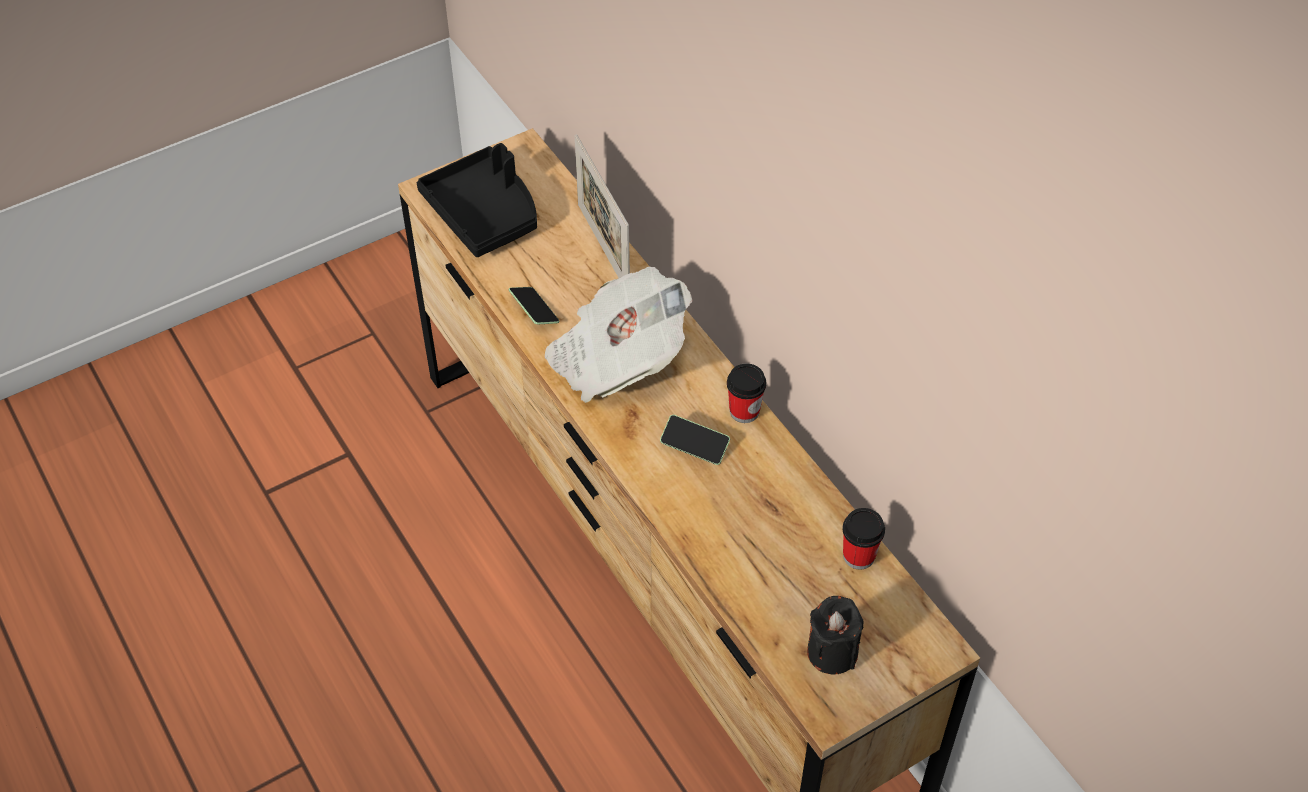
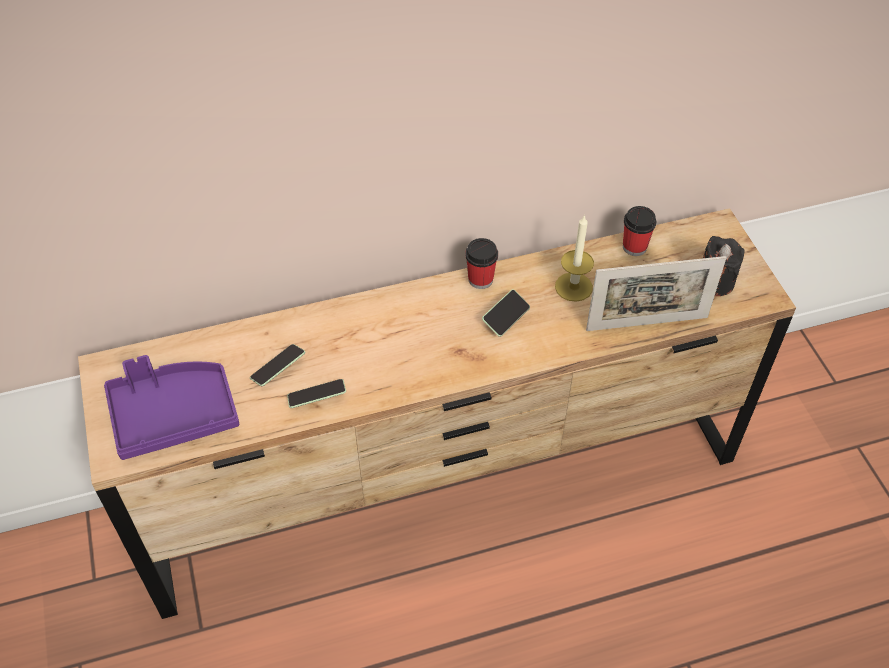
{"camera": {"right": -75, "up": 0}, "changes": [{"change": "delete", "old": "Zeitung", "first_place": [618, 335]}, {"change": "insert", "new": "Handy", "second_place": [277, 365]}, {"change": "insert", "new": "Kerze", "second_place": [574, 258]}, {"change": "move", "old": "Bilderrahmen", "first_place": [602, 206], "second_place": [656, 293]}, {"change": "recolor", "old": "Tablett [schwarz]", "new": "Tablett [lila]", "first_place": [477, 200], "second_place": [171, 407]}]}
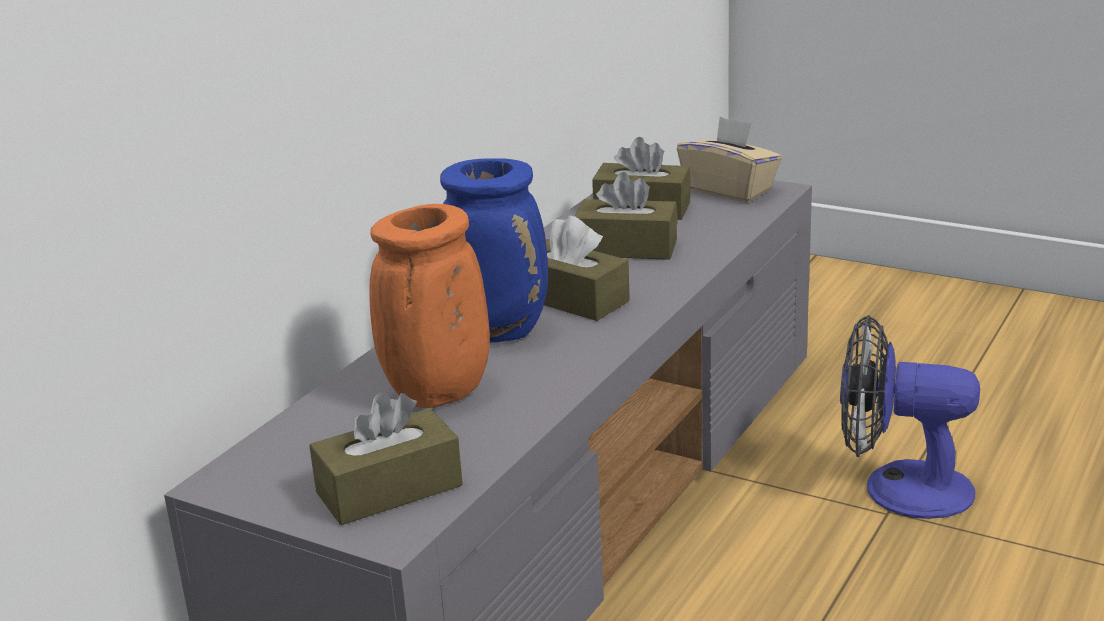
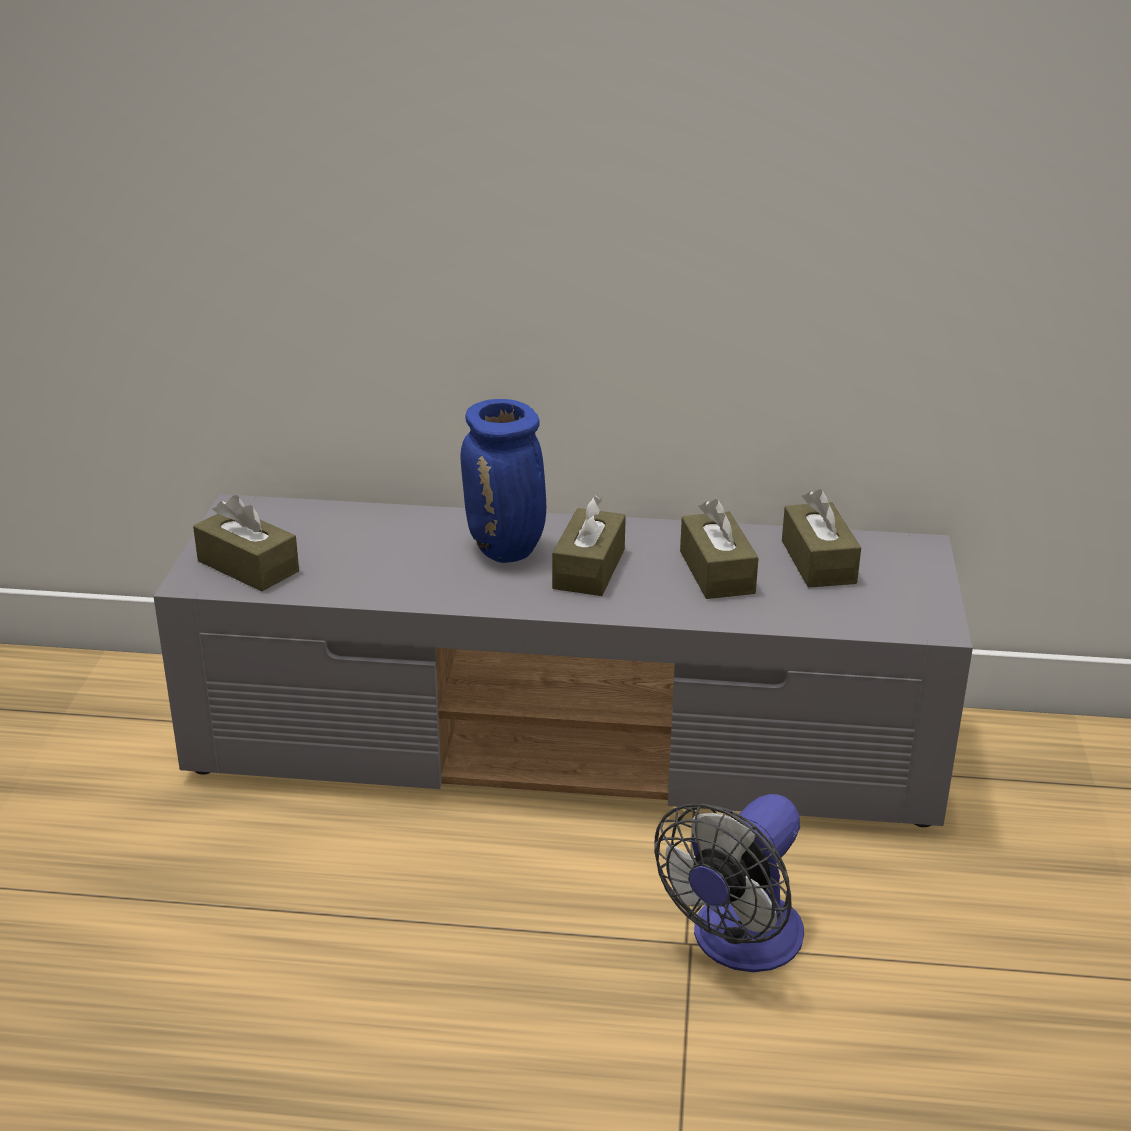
{"camera": {"right": 65, "up": 5}, "changes": [{"change": "delete", "old": "Vase [orange]", "first_place": [429, 306]}, {"change": "delete", "old": "Taschentuchbox [beige]", "first_place": [729, 159]}, {"change": "rotate", "old": "Ventilator", "first_place": [910, 417], "second_place": [729, 883], "degrees": -135}]}
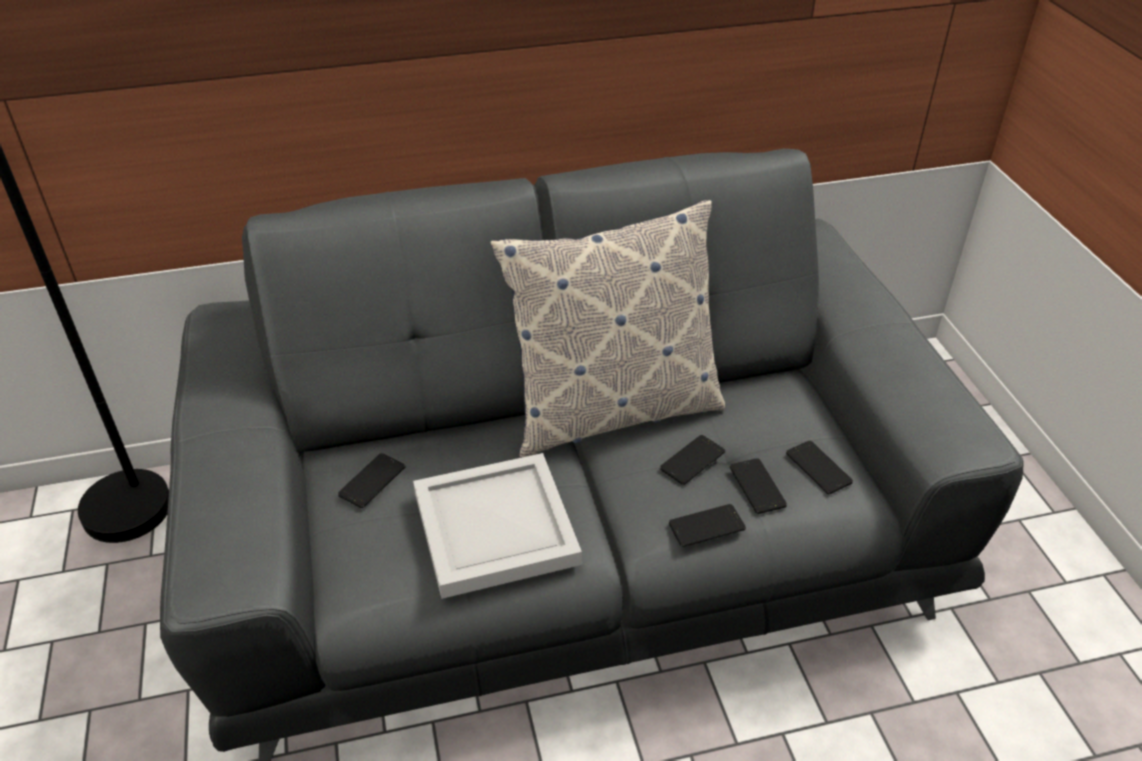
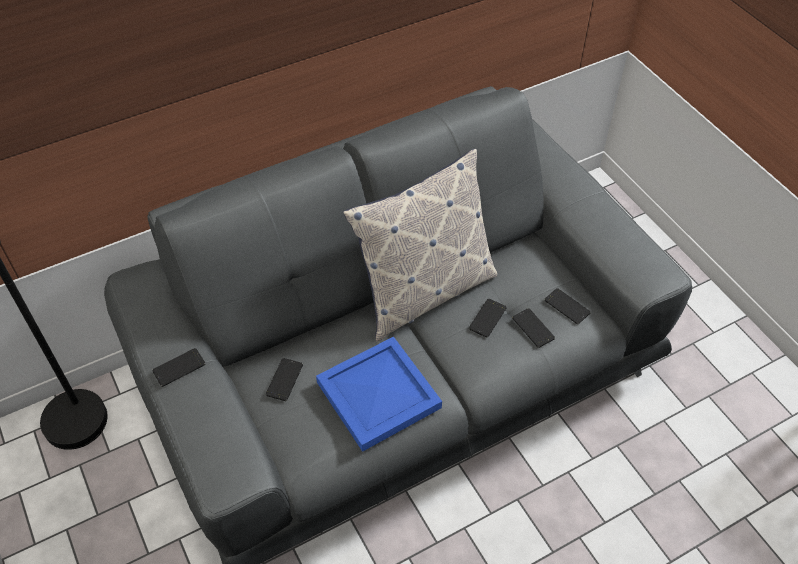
{"camera": {"right": -15, "up": 10}, "changes": [{"change": "move", "old": "Handy", "first_place": [707, 525], "second_place": [179, 367]}, {"change": "recolor", "old": "Tablett [weiß]", "new": "Tablett [blau]", "first_place": [497, 526], "second_place": [379, 394]}]}
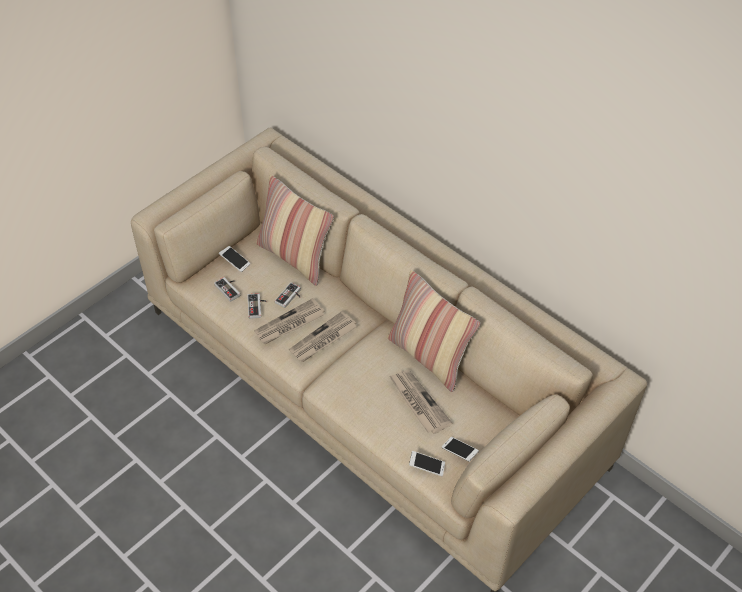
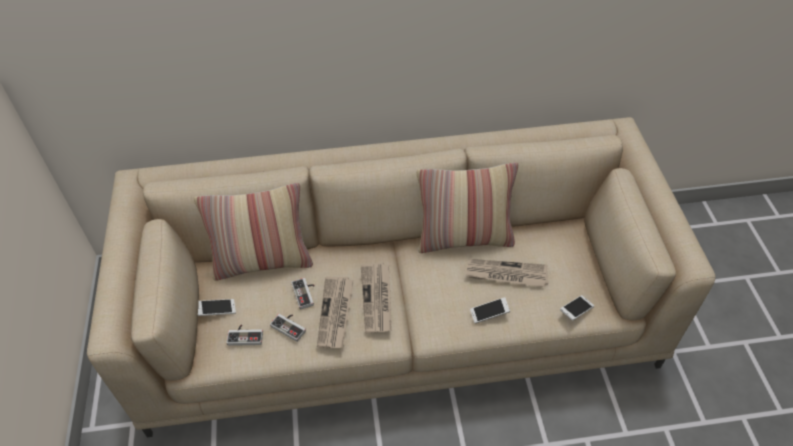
{"camera": {"right": -50, "up": 0}, "changes": [{"change": "move", "old": "Handy", "first_place": [460, 449], "second_place": [490, 310]}]}
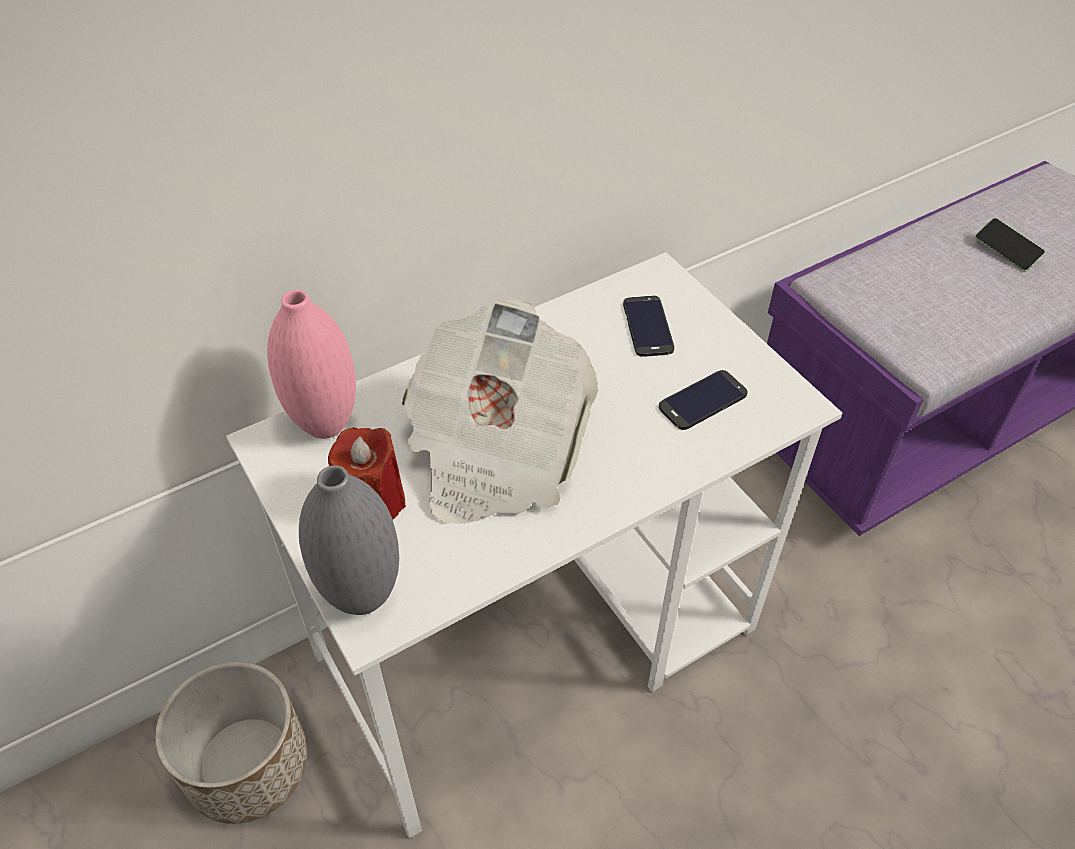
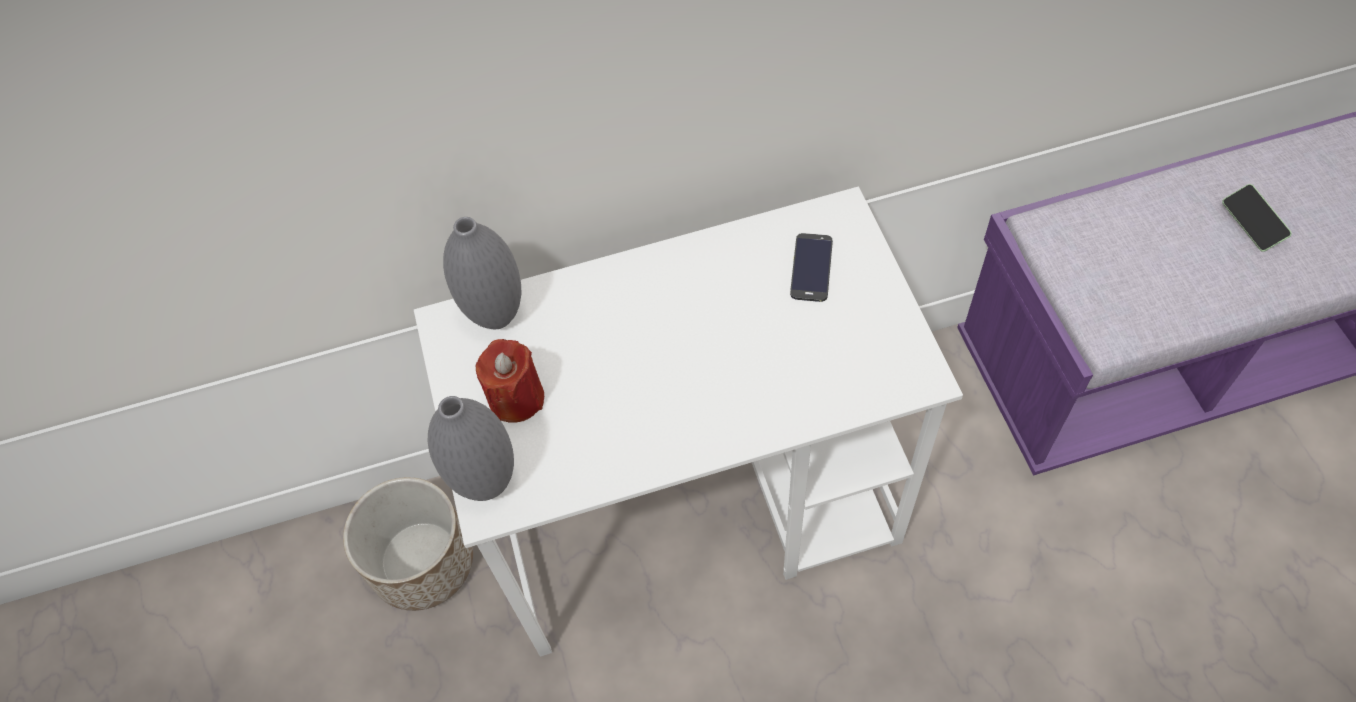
{"camera": {"right": 20, "up": 10}, "changes": [{"change": "delete", "old": "Zeitung", "first_place": [500, 411]}, {"change": "delete", "old": "Handy", "first_place": [703, 400]}, {"change": "recolor", "old": "Vase [rosa]", "new": "Vase [grau]", "first_place": [311, 364], "second_place": [482, 273]}]}
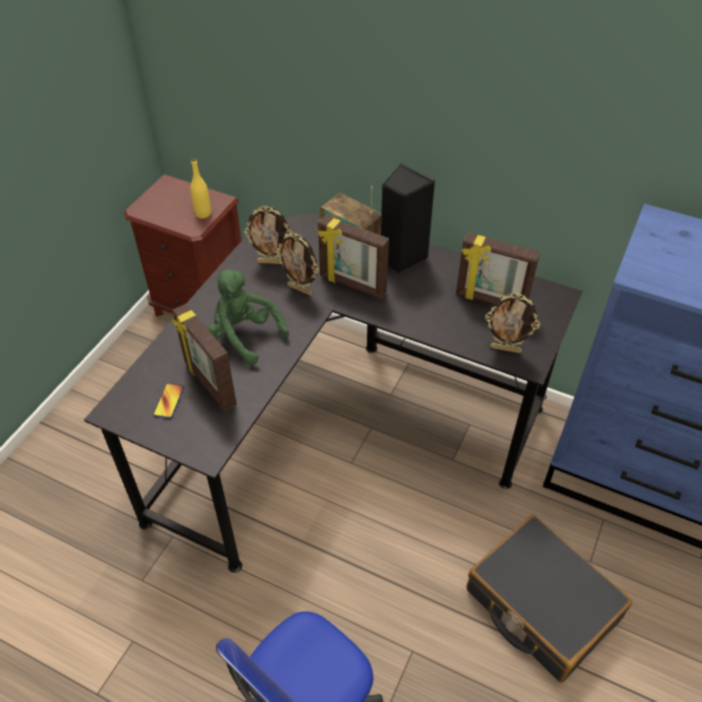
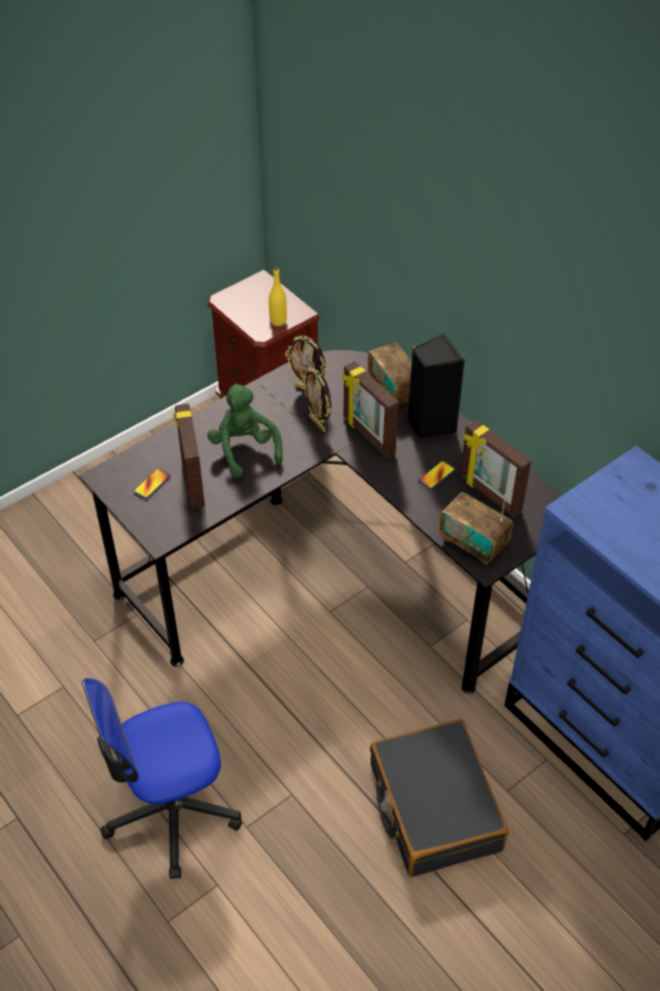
{"camera": {"right": 25, "up": 0}, "changes": [{"change": "insert", "new": "Handy", "second_place": [436, 475]}, {"change": "replace", "old": "Bilderrahmen", "new": "Radio", "first_place": [512, 323], "second_place": [476, 528]}]}
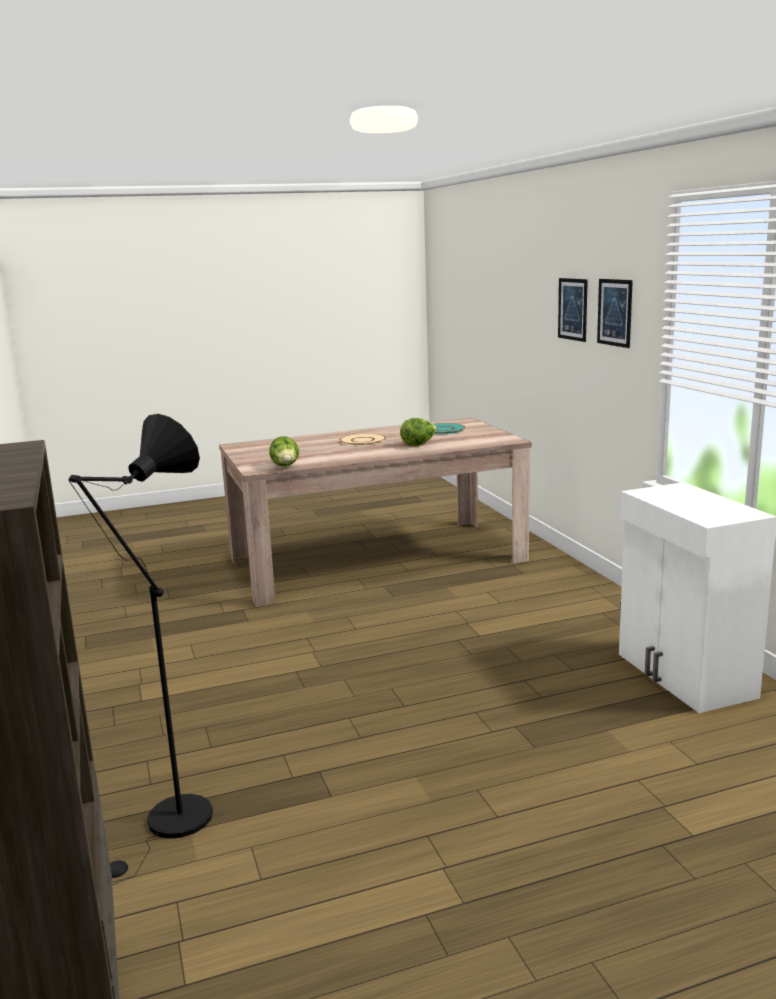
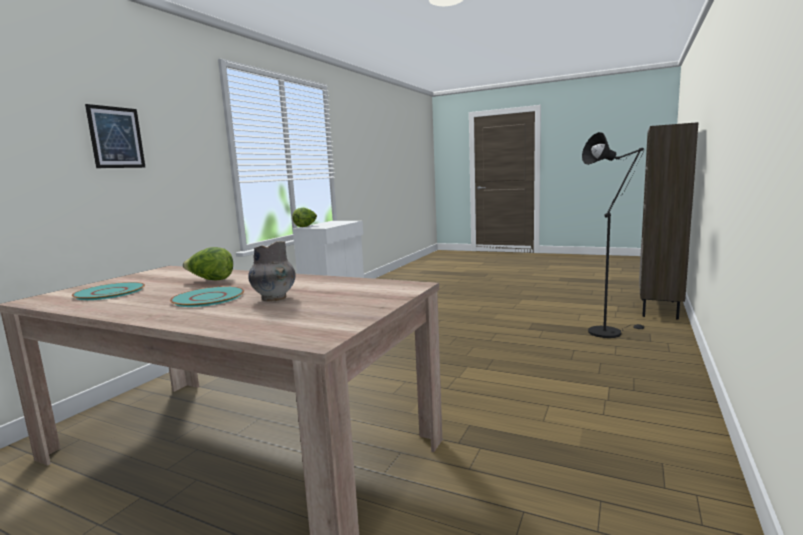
{"camera": {"right": -135, "up": -5}, "changes": [{"change": "delete", "old": "Bild", "first_place": [615, 313]}, {"change": "insert", "new": "Vase [grau]", "second_place": [272, 271]}, {"change": "move", "old": "Salatkopf", "first_place": [284, 451], "second_place": [304, 217]}, {"change": "recolor", "old": "Teller [beige]", "new": "Teller [türkis]", "first_place": [362, 440], "second_place": [207, 296]}]}
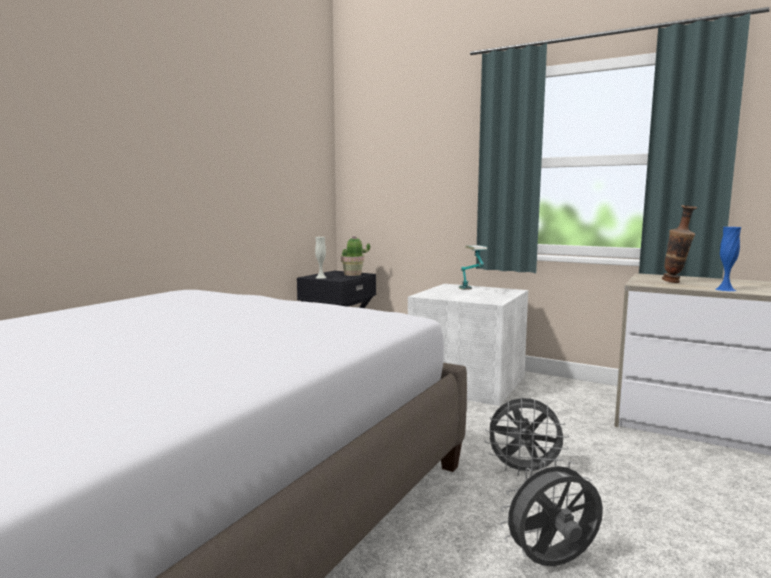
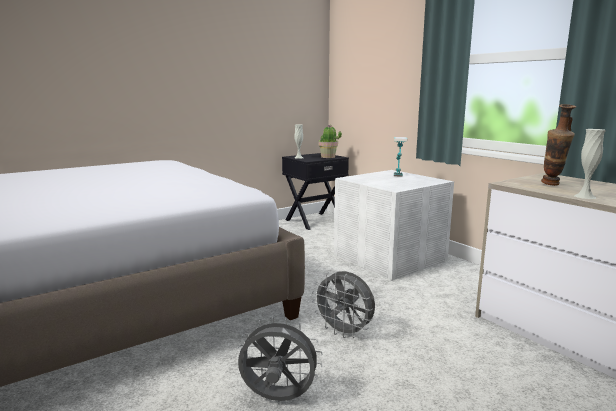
{"camera": {"right": 25, "up": 5}, "changes": [{"change": "recolor", "old": "Vase [blau]", "new": "Vase [weiß]", "first_place": [728, 259], "second_place": [590, 164]}]}
